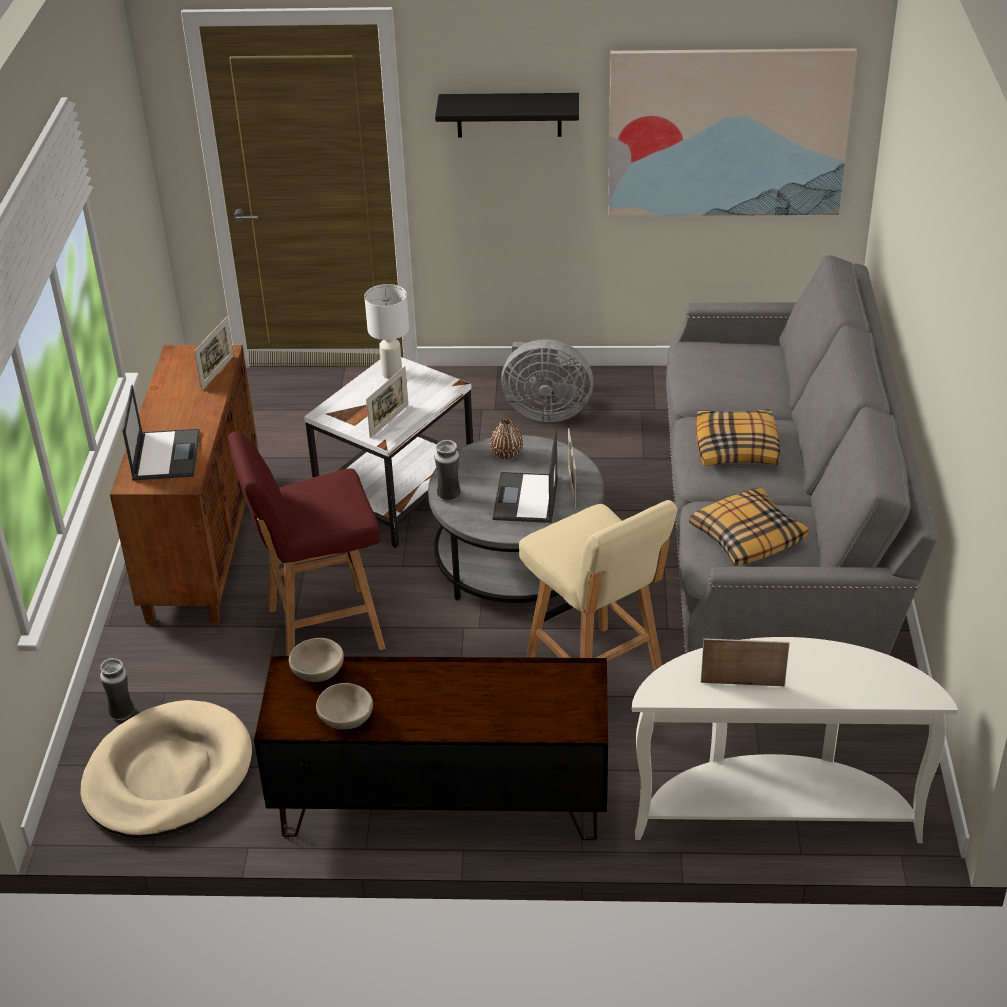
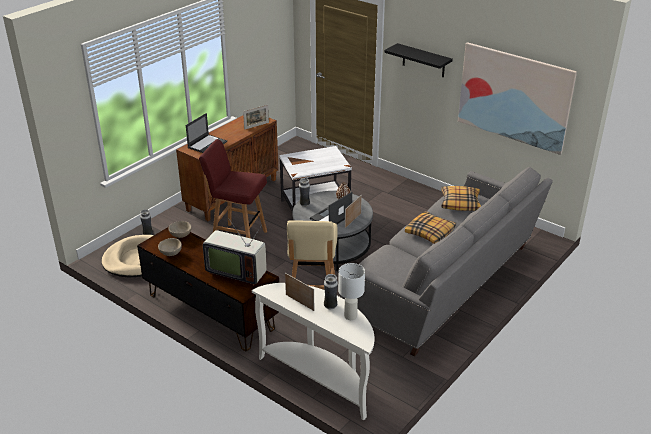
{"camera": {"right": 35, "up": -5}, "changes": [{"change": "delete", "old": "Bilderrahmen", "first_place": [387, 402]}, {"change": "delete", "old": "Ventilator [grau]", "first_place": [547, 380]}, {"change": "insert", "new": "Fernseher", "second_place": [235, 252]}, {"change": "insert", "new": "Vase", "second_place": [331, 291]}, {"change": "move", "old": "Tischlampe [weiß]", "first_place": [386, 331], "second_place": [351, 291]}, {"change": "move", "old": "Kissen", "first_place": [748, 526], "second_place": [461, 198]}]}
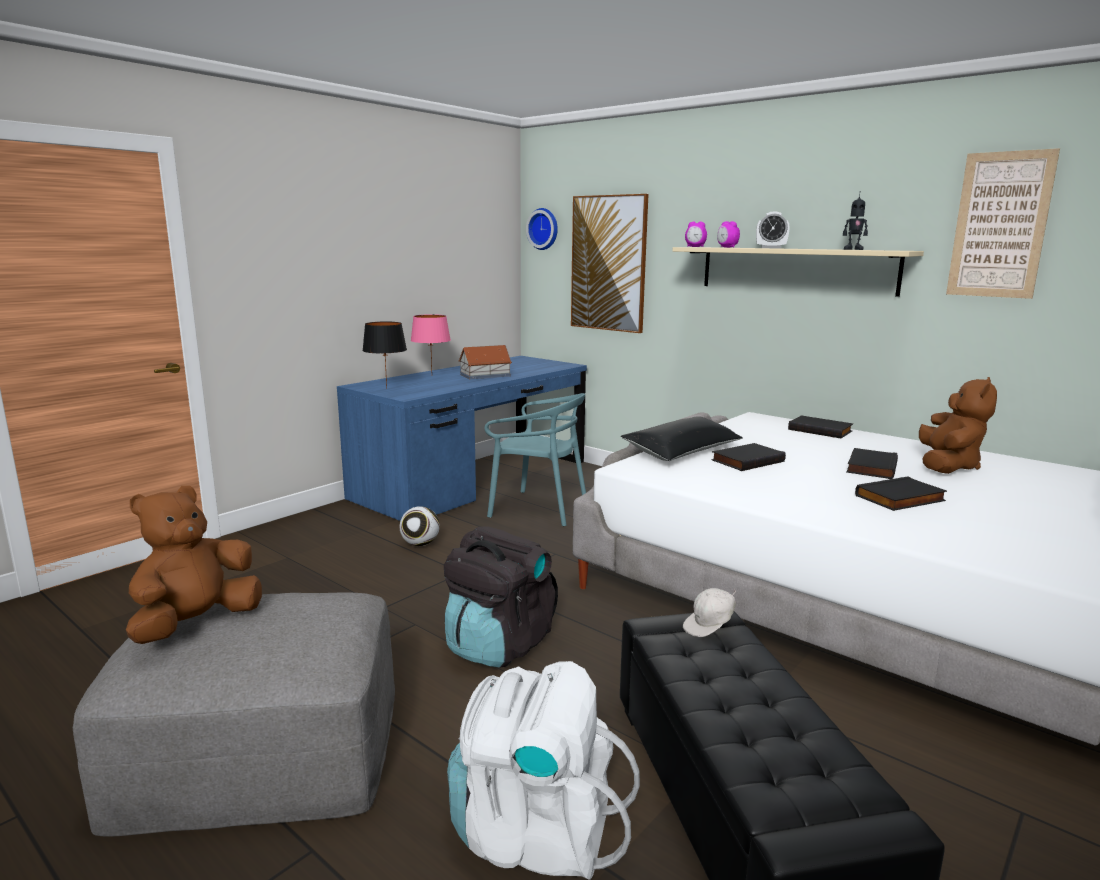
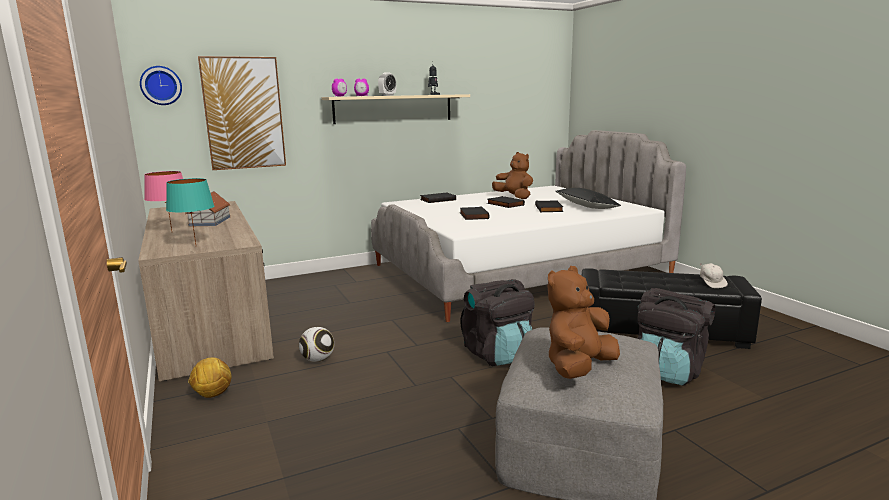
{"camera": {"right": -65, "up": 0}, "changes": [{"change": "delete", "old": "Stuhl [türkis]", "first_place": [535, 459]}, {"change": "delete", "old": "Bild", "first_place": [1003, 223]}, {"change": "insert", "new": "Fußball", "second_place": [210, 377]}, {"change": "move", "old": "Kissen [schwarz]", "first_place": [681, 438], "second_place": [588, 198]}, {"change": "move", "old": "Kappe [weiß]", "first_place": [709, 612], "second_place": [714, 275]}, {"change": "recolor", "old": "Schreibtisch [blau]", "new": "Schreibtisch [braun]", "first_place": [462, 438], "second_place": [206, 291]}, {"change": "recolor", "old": "Tischlampe [schwarz]", "new": "Tischlampe [türkis]", "first_place": [384, 355], "second_place": [190, 211]}, {"change": "recolor", "old": "Rucksack [weiß]", "new": "Rucksack [schwarz]", "first_place": [543, 770], "second_place": [676, 337]}, {"change": "rotate", "old": "Plüschtier [braun]", "first_place": [194, 565], "second_place": [584, 322], "degrees": 75}]}
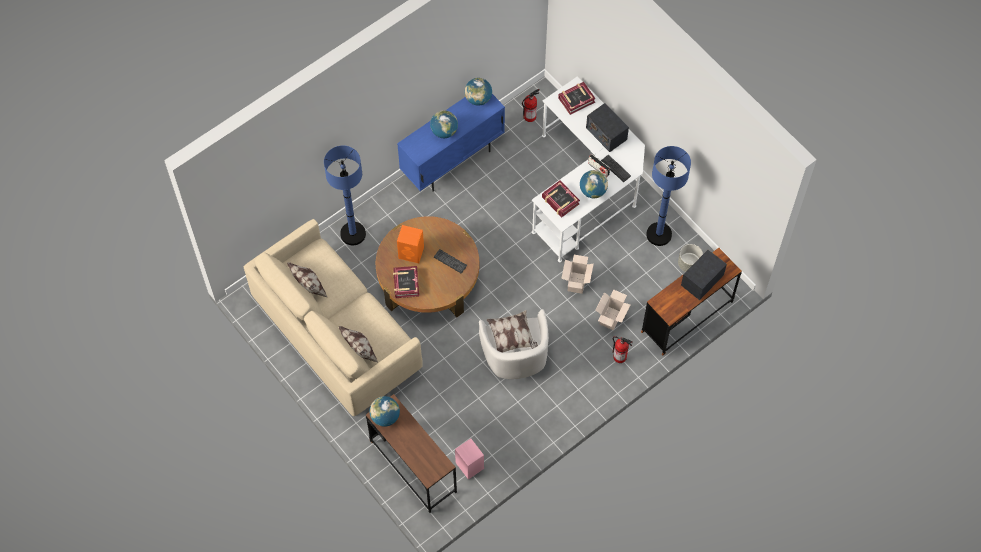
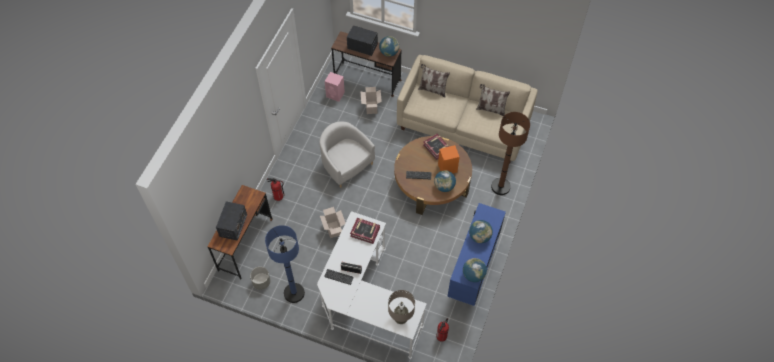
{"camera": {"right": 150, "up": -5}, "changes": [{"change": "delete", "old": "Kissen", "first_place": [512, 331]}, {"change": "move", "old": "Globus", "first_place": [594, 184], "second_place": [445, 181]}, {"change": "move", "old": "Radio", "first_place": [607, 127], "second_place": [362, 40]}, {"change": "move", "old": "Karton", "first_place": [613, 309], "second_place": [371, 100]}, {"change": "replace", "old": "Buch", "new": "Tischlampe [beige]", "first_place": [577, 98], "second_place": [401, 307]}, {"change": "recolor", "old": "Stehlampe [blau]", "new": "Stehlampe [braun]", "first_place": [345, 195], "second_place": [510, 153]}]}
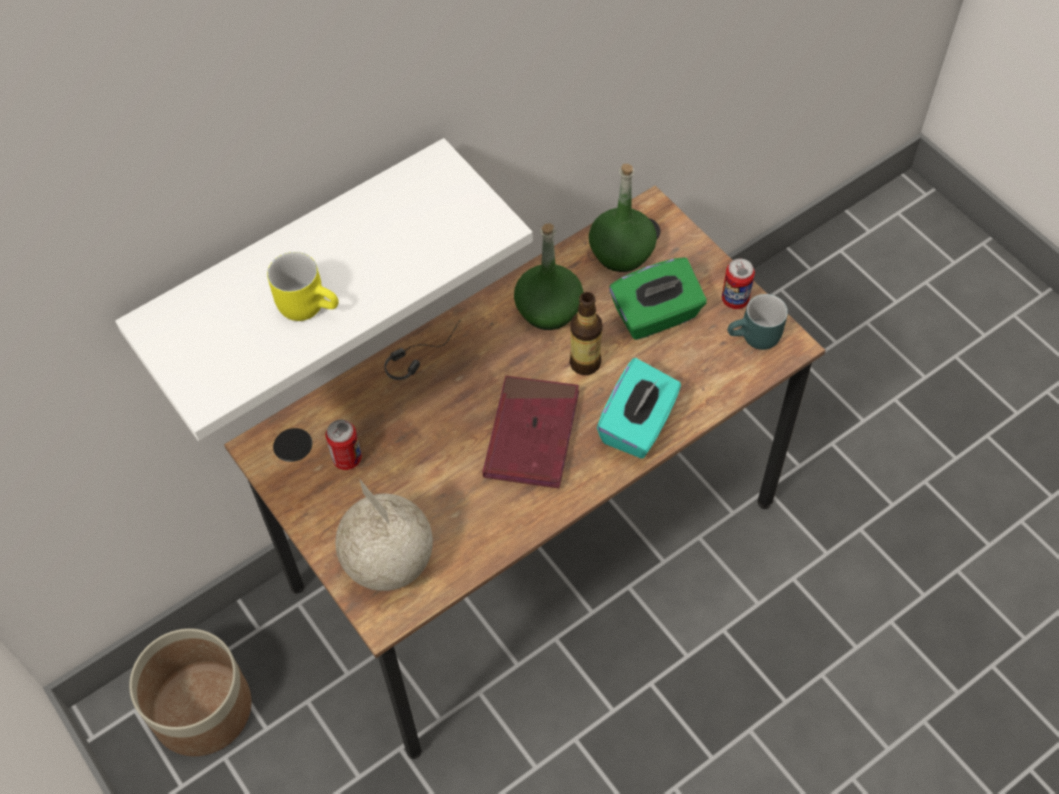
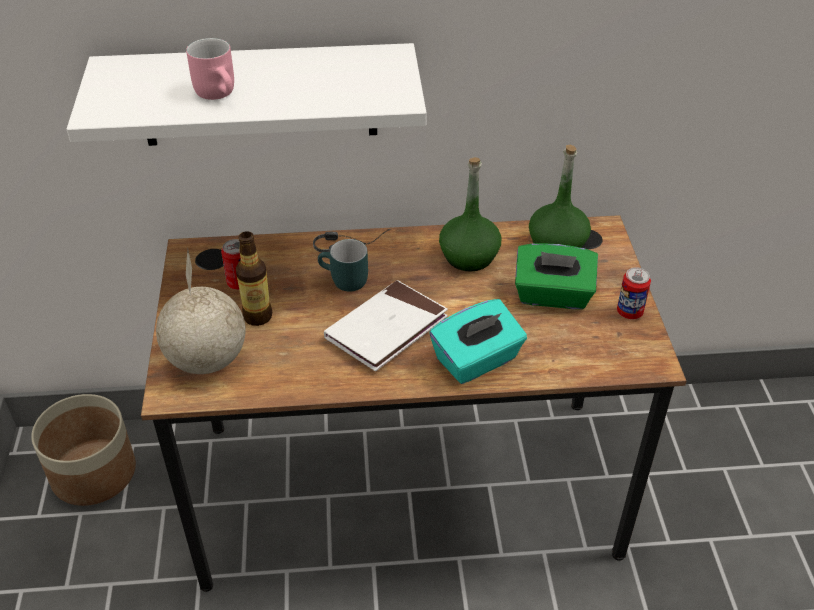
{"camera": {"right": 30, "up": -15}, "changes": [{"change": "move", "old": "Flasche", "first_place": [586, 333], "second_place": [254, 278]}, {"change": "move", "old": "Henkelbecher [türkis]", "first_place": [758, 322], "second_place": [343, 265]}, {"change": "recolor", "old": "Henkelbecher [gelb]", "new": "Henkelbecher [rosa]", "first_place": [303, 286], "second_place": [210, 69]}, {"change": "recolor", "old": "Buch [rot]", "new": "Buch [weiß]", "first_place": [530, 432], "second_place": [386, 325]}]}
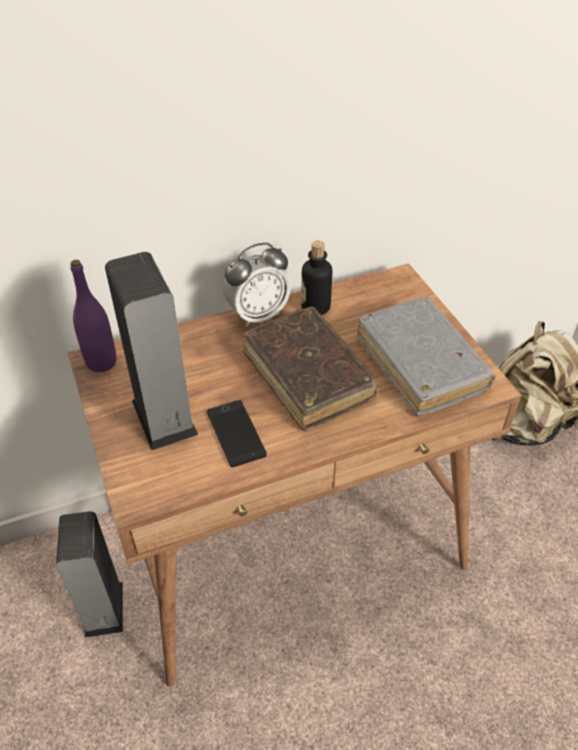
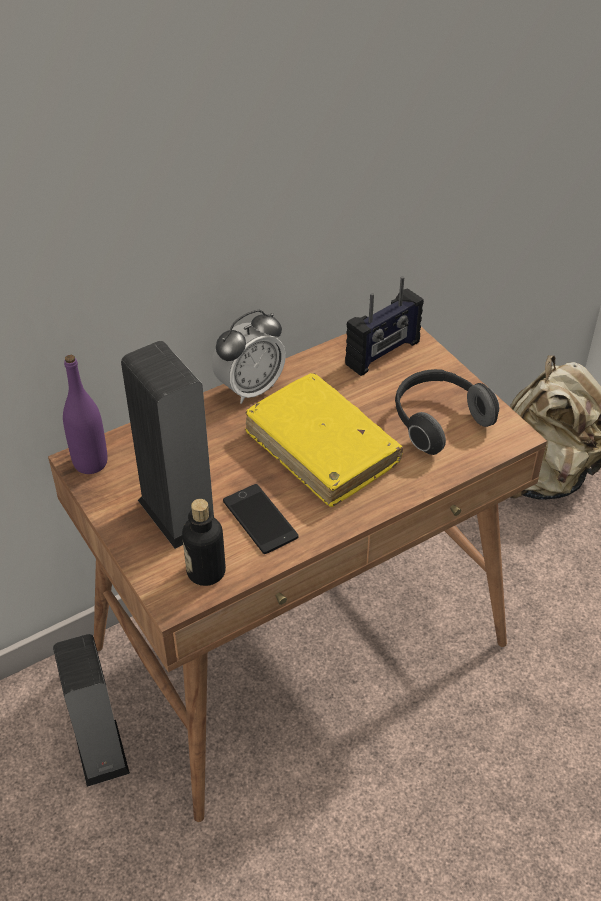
{"camera": {"right": -10, "up": 0}, "changes": [{"change": "insert", "new": "Radio", "second_place": [384, 326]}, {"change": "move", "old": "Flasche", "first_place": [316, 278], "second_place": [204, 542]}, {"change": "replace", "old": "Buch [grau]", "new": "Kopfhörer", "first_place": [426, 357], "second_place": [447, 412]}, {"change": "recolor", "old": "Buch [braun]", "new": "Buch [gelb]", "first_place": [311, 369], "second_place": [324, 440]}]}
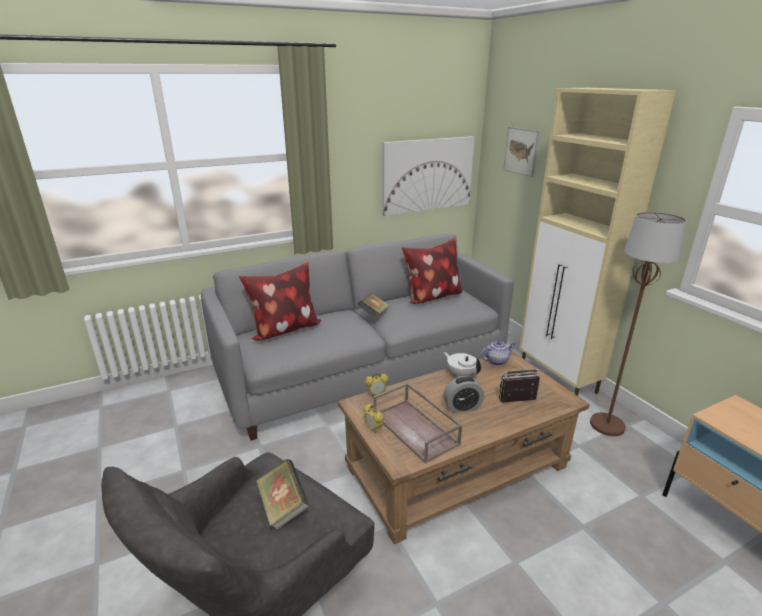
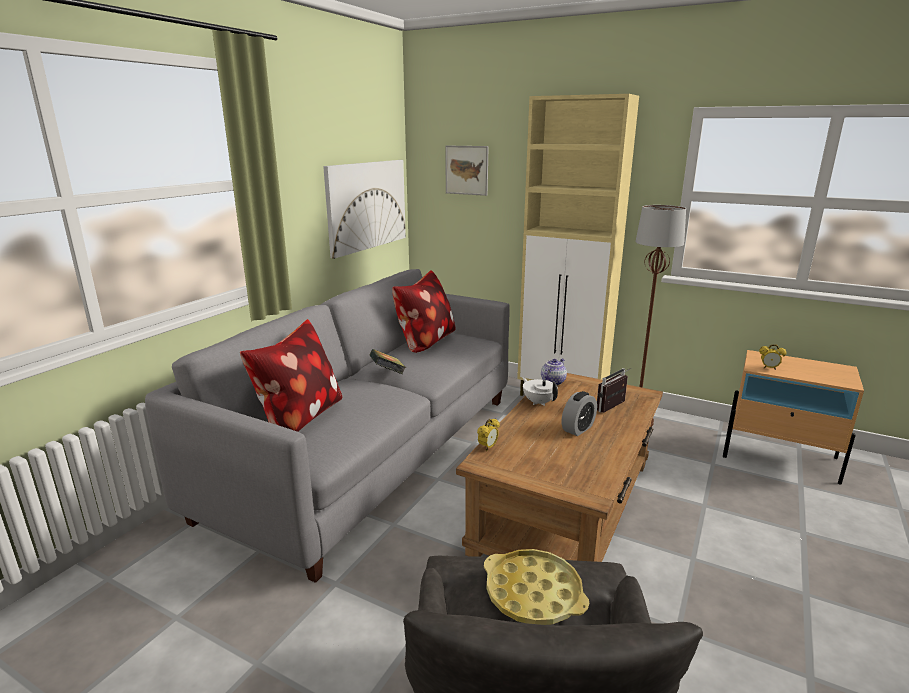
{"camera": {"right": -35, "up": -5}, "changes": [{"change": "delete", "old": "Tablett [braun]", "first_place": [418, 423]}, {"change": "move", "old": "Wecker", "first_place": [373, 418], "second_place": [773, 357]}, {"change": "replace", "old": "Buch", "new": "Tablett [gelb]", "first_place": [283, 494], "second_place": [536, 587]}, {"change": "rotate", "old": "Teekanne [weiß]", "first_place": [462, 364], "second_place": [540, 391], "degrees": 45}]}
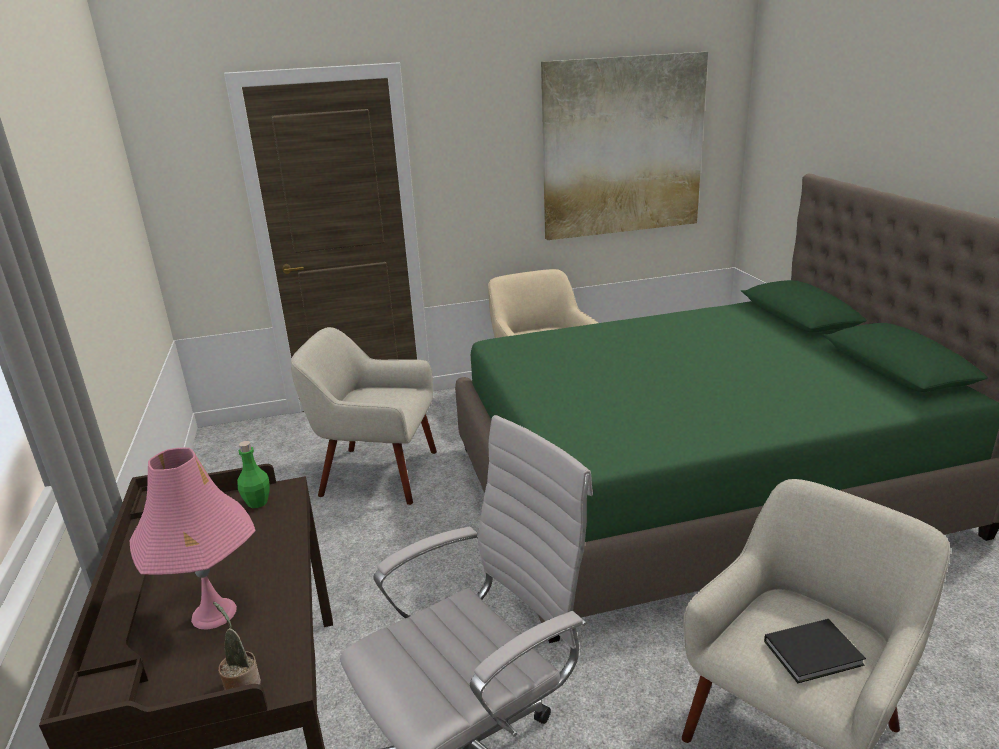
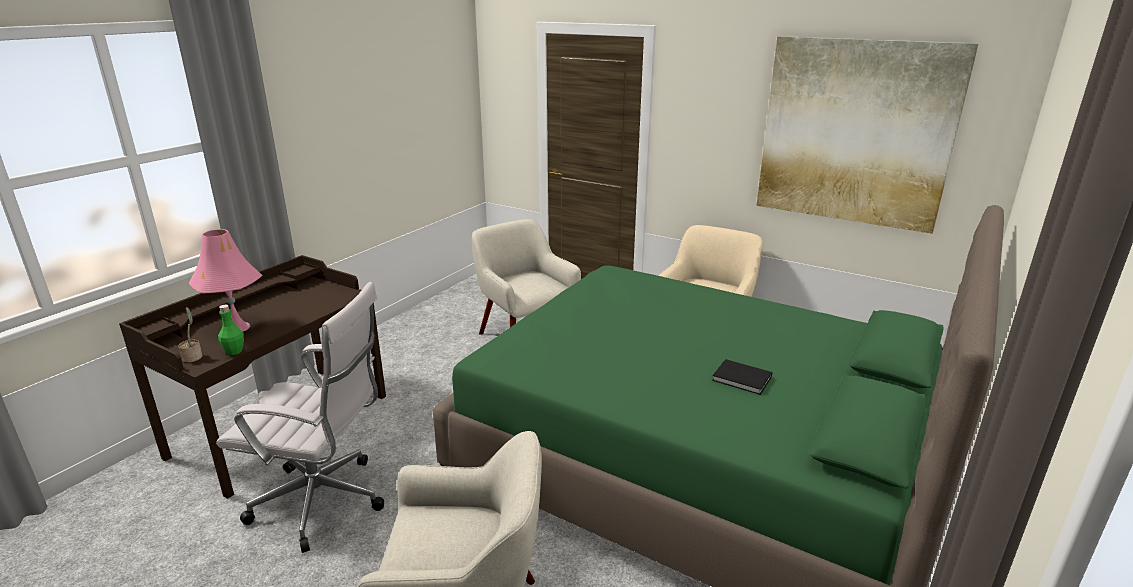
{"camera": {"right": 45, "up": 0}, "changes": [{"change": "move", "old": "Flasche [grün]", "first_place": [253, 474], "second_place": [231, 330]}, {"change": "move", "old": "Buch [schwarz]", "first_place": [815, 651], "second_place": [742, 377]}]}
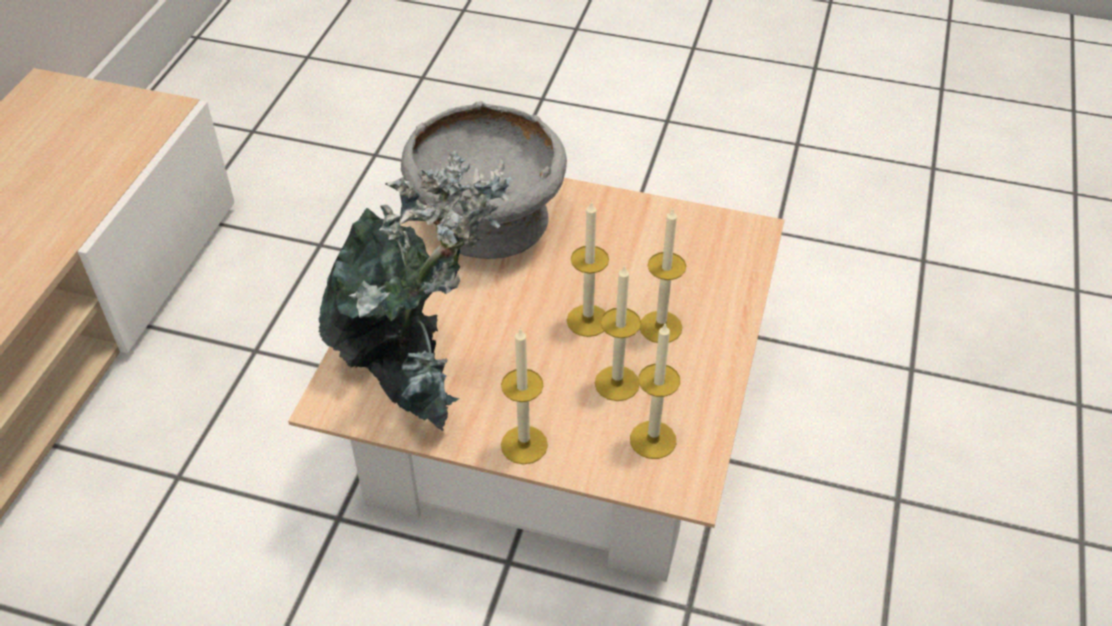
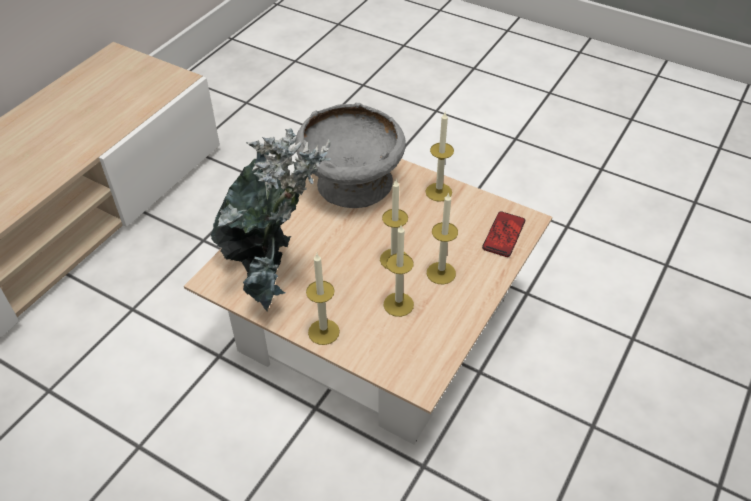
{"camera": {"right": 15, "up": 0}, "changes": [{"change": "insert", "new": "Handy", "second_place": [503, 234]}, {"change": "move", "old": "Kerze", "first_place": [655, 391], "second_place": [439, 157]}]}
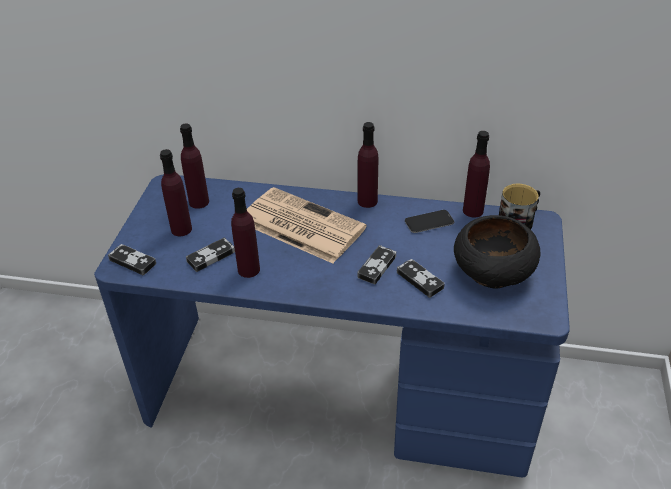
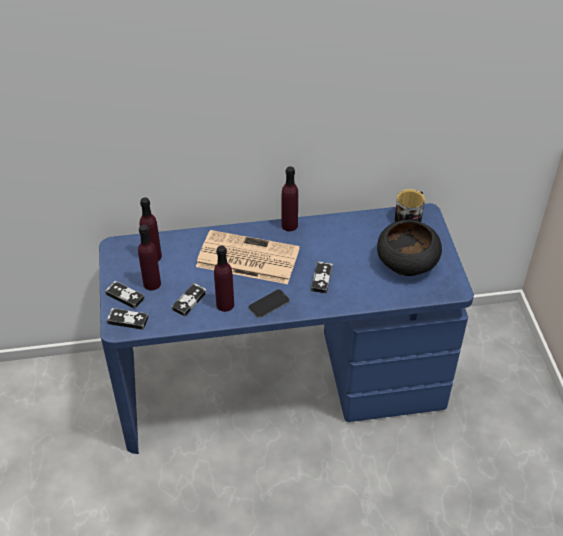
{"camera": {"right": -20, "up": 5}, "changes": [{"change": "delete", "old": "Flasche [lila]", "first_place": [476, 174]}, {"change": "move", "old": "Gamepad", "first_place": [421, 278], "second_place": [125, 295]}, {"change": "move", "old": "Handy", "first_place": [429, 221], "second_place": [269, 303]}]}
